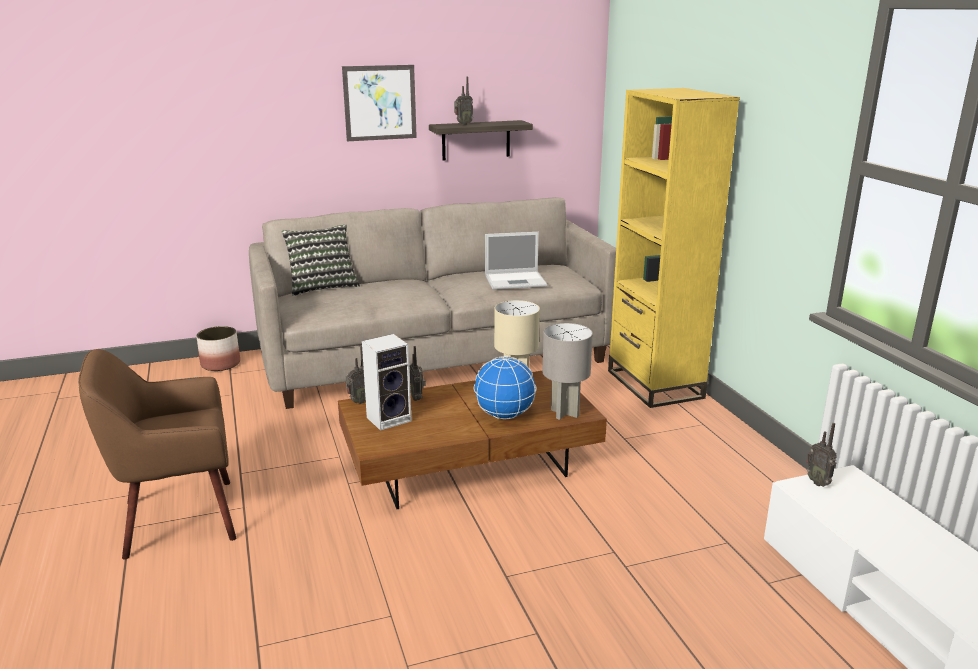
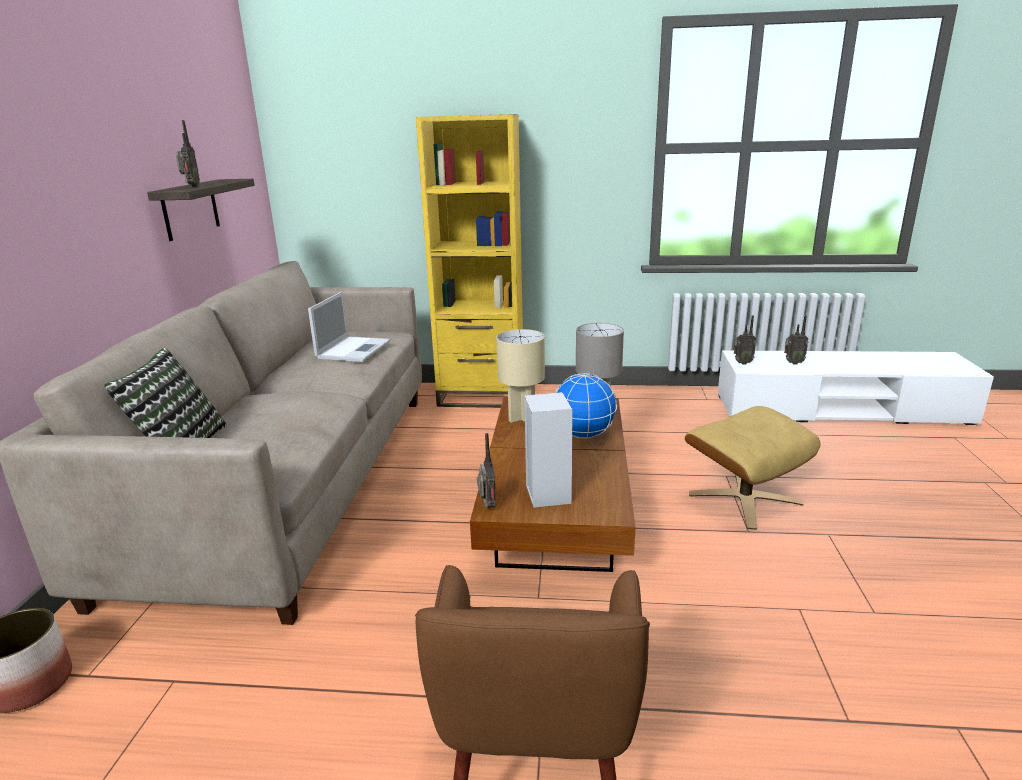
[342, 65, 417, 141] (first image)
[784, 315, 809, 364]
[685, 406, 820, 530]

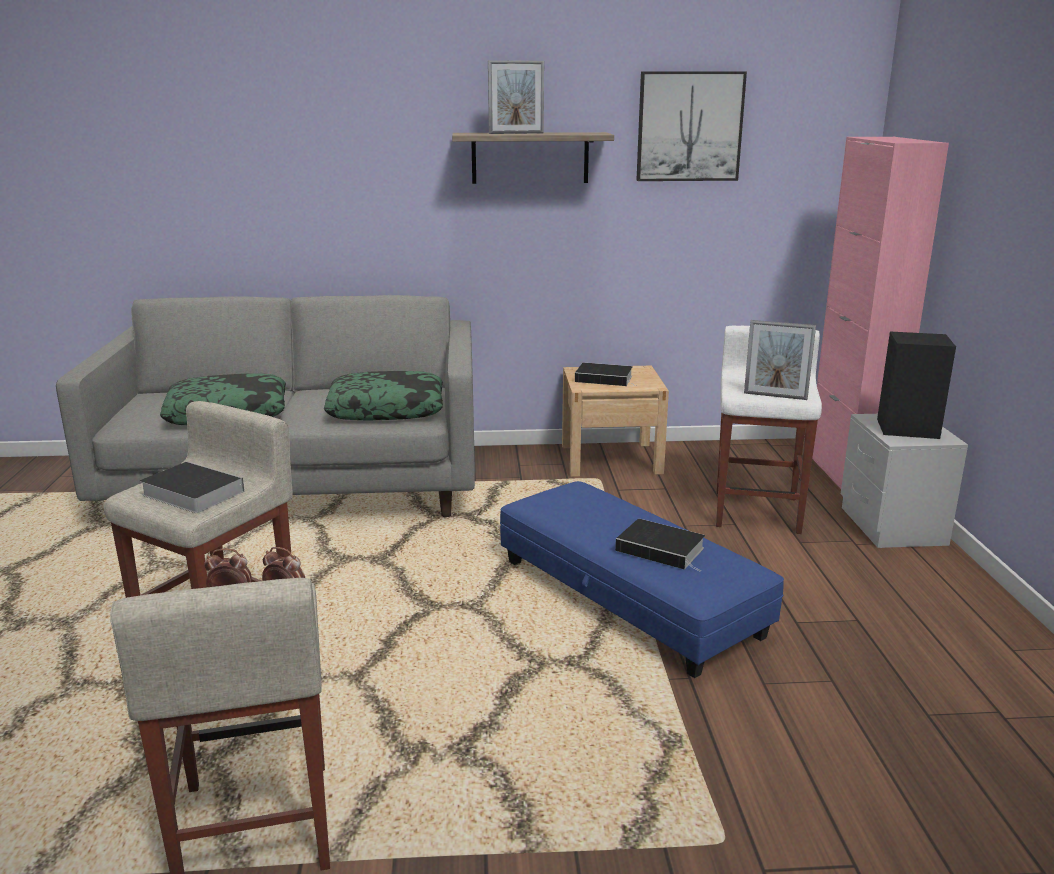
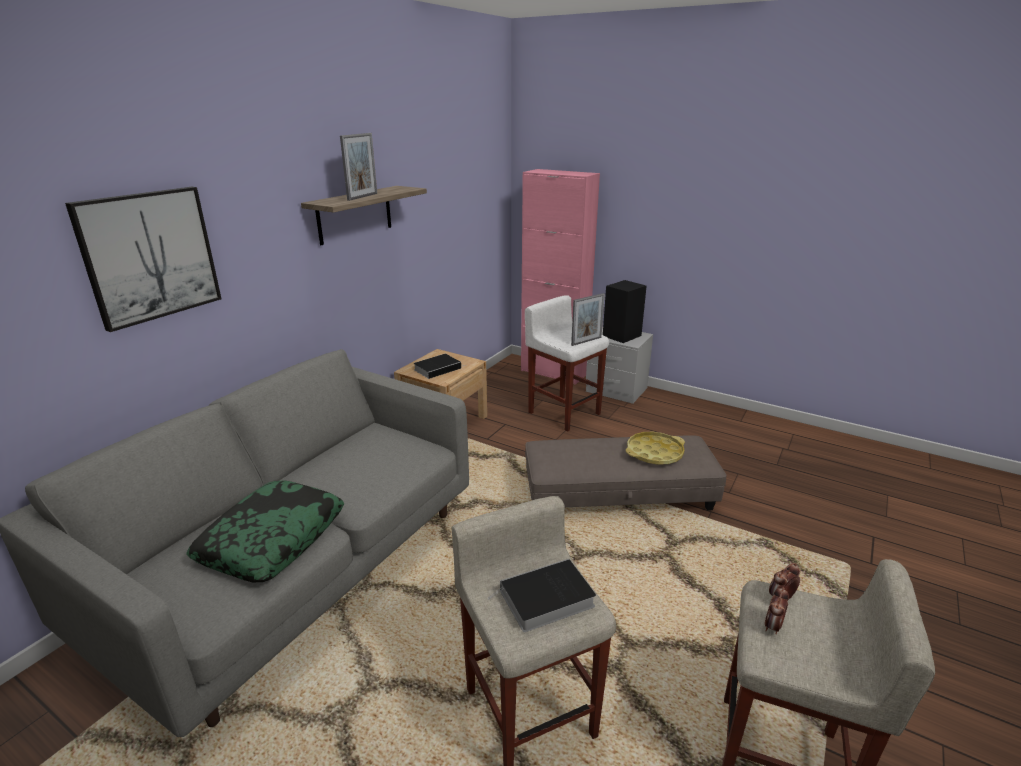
[65, 187, 222, 332]
[324, 371, 443, 421] (first image)
[525, 436, 726, 511]
[626, 432, 685, 465]

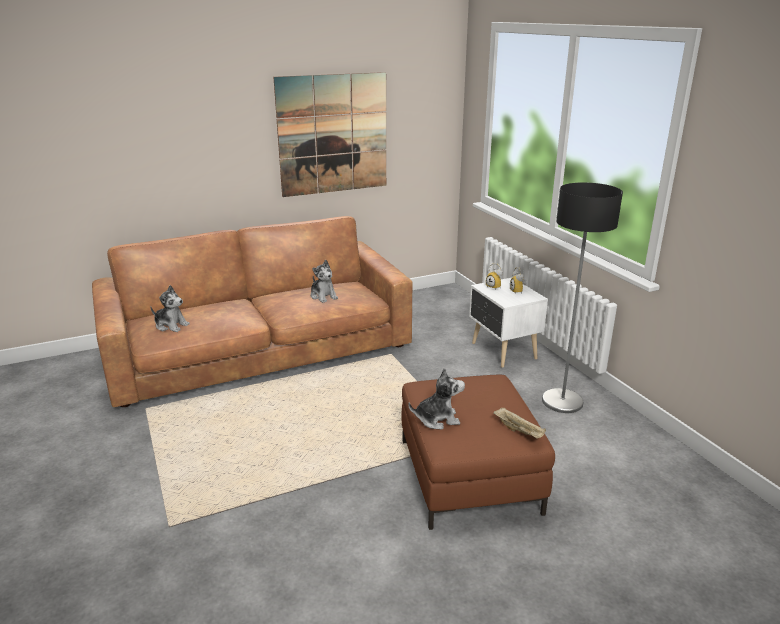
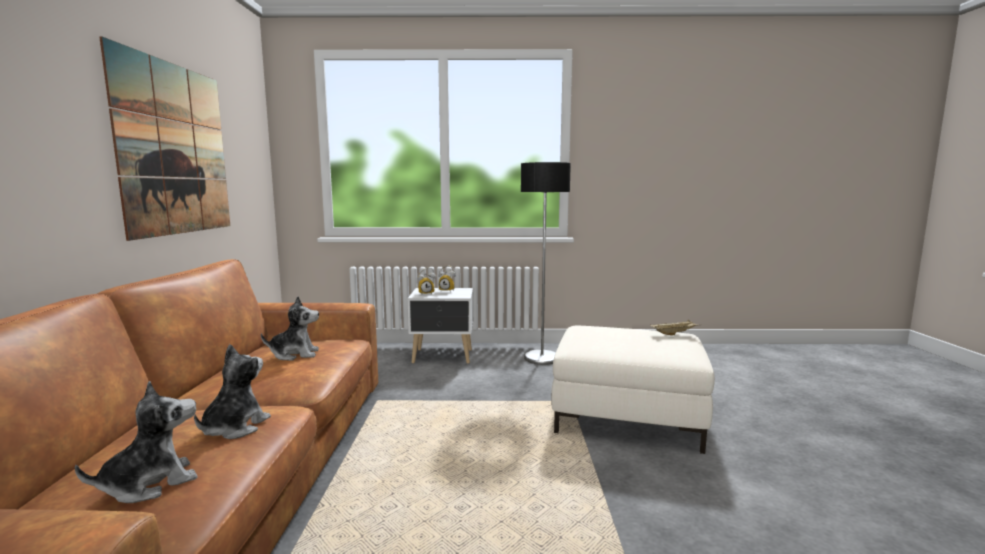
[194, 344, 271, 439]
[551, 326, 715, 454]

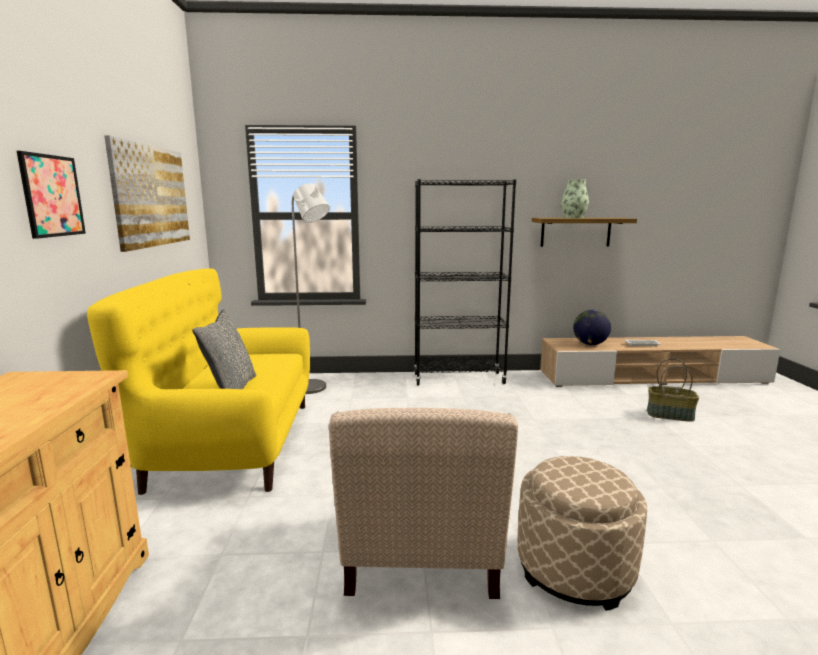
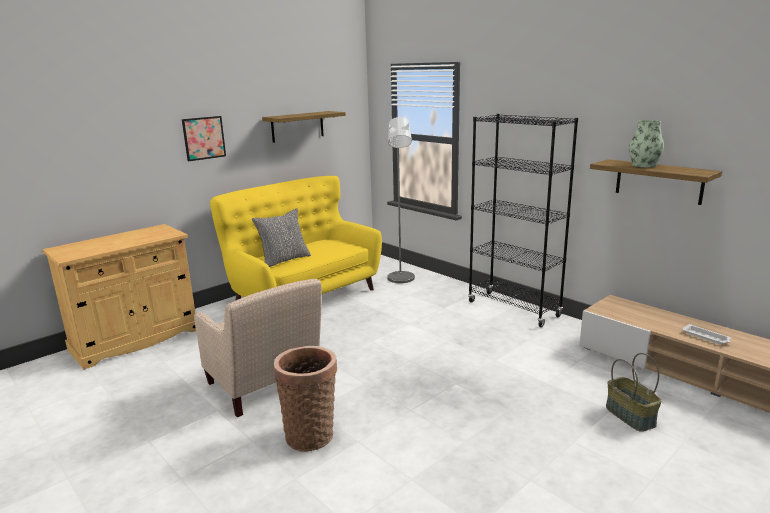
[262, 111, 346, 143]
[573, 310, 611, 345] (first image)
[194, 278, 322, 417]
[274, 346, 337, 452]

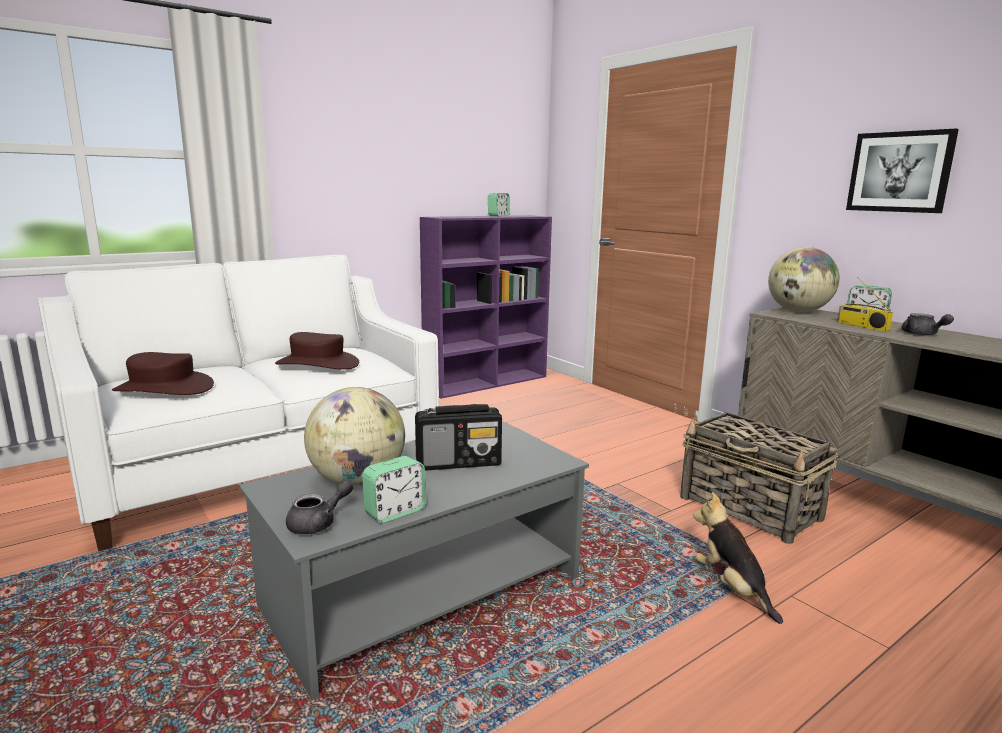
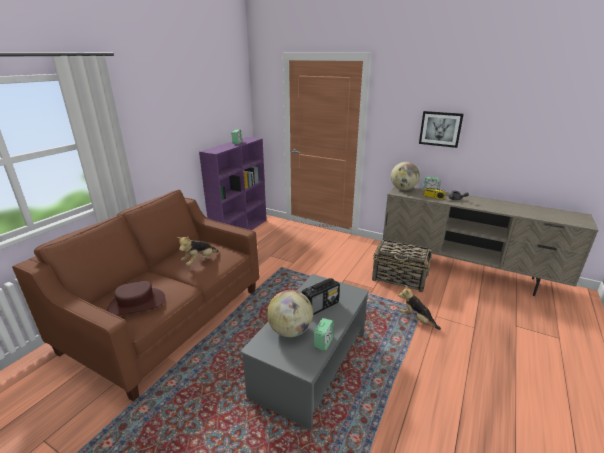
[12, 190, 259, 401]
[177, 237, 219, 266]
[286, 480, 353, 534] (first image)

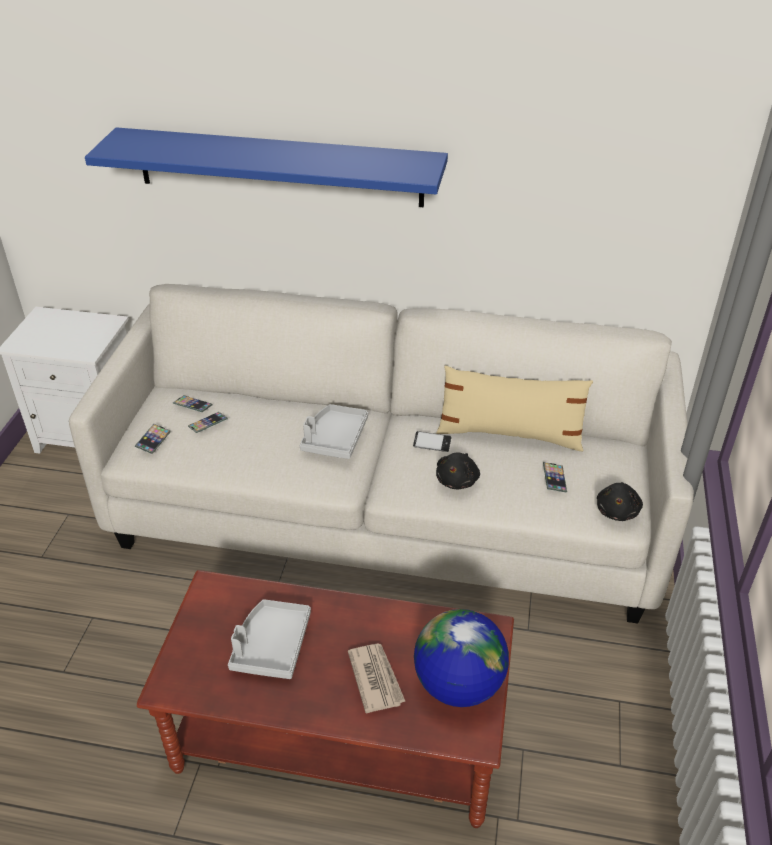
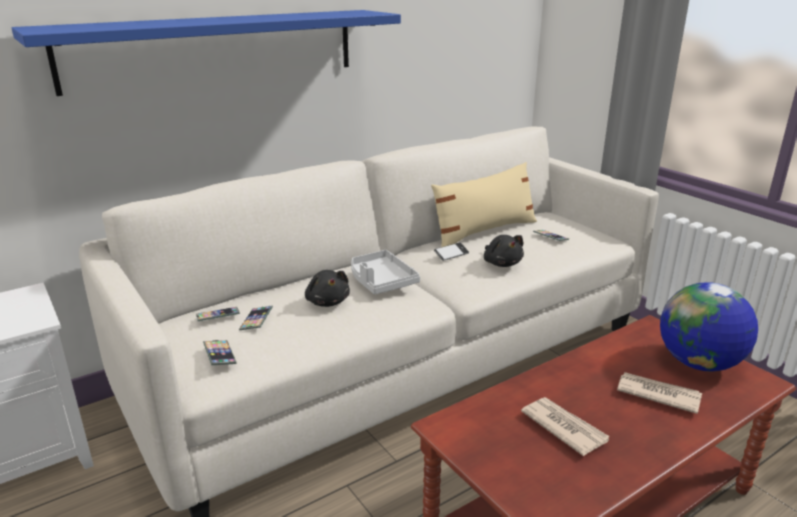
[305, 270, 350, 307]
[521, 397, 610, 456]

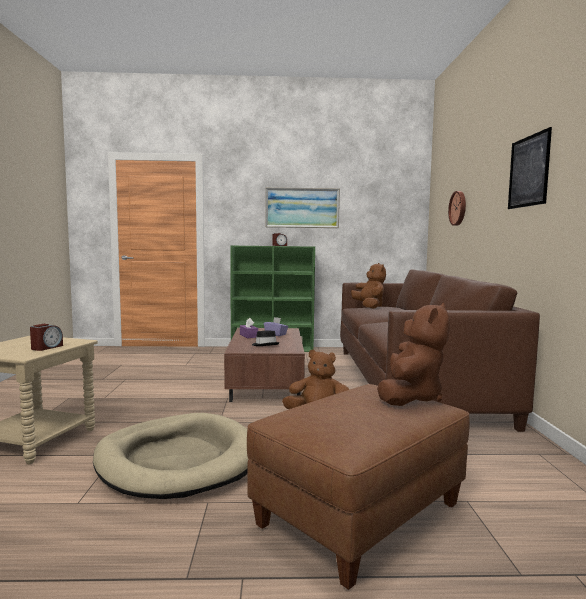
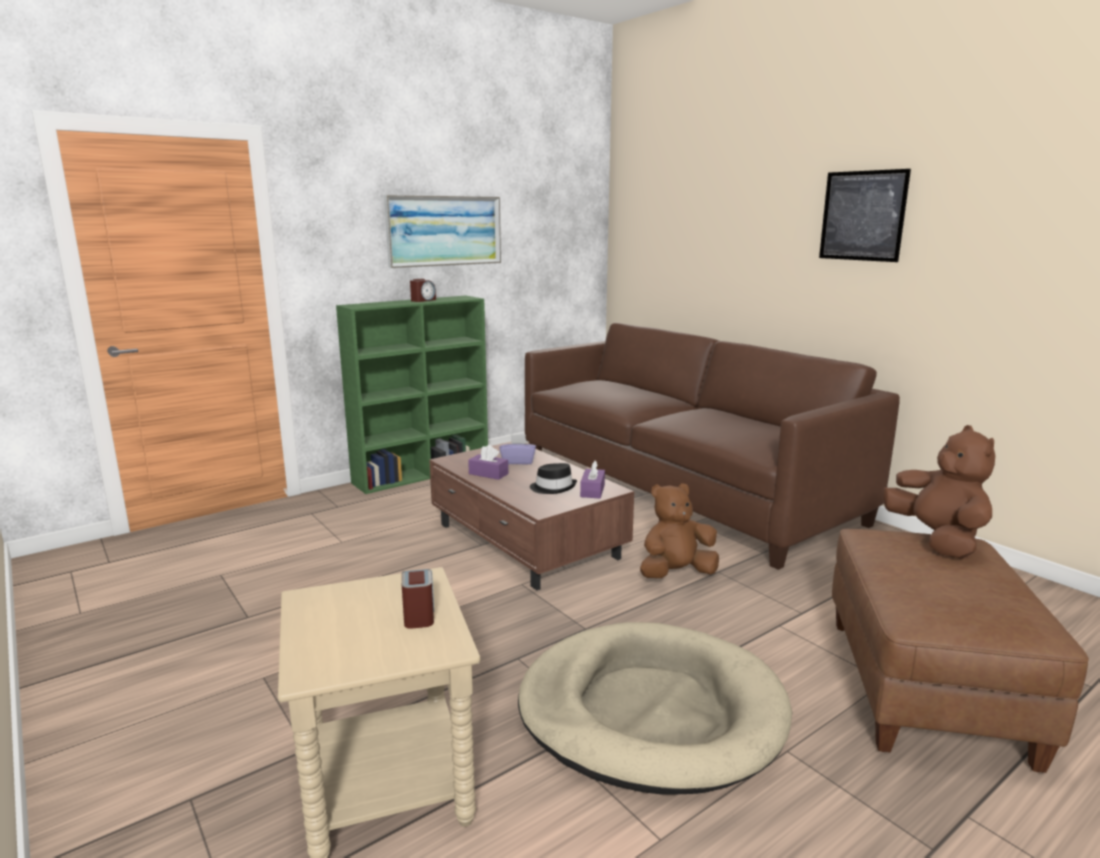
[448, 191, 466, 226] (first image)
[351, 263, 386, 309] (first image)
[580, 461, 605, 499]

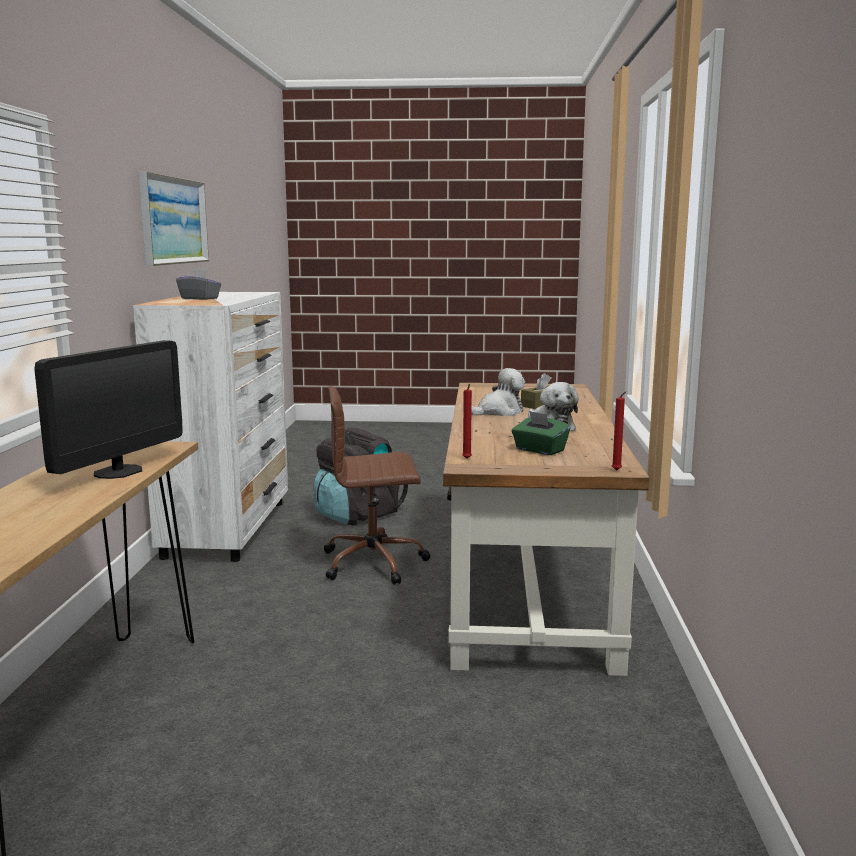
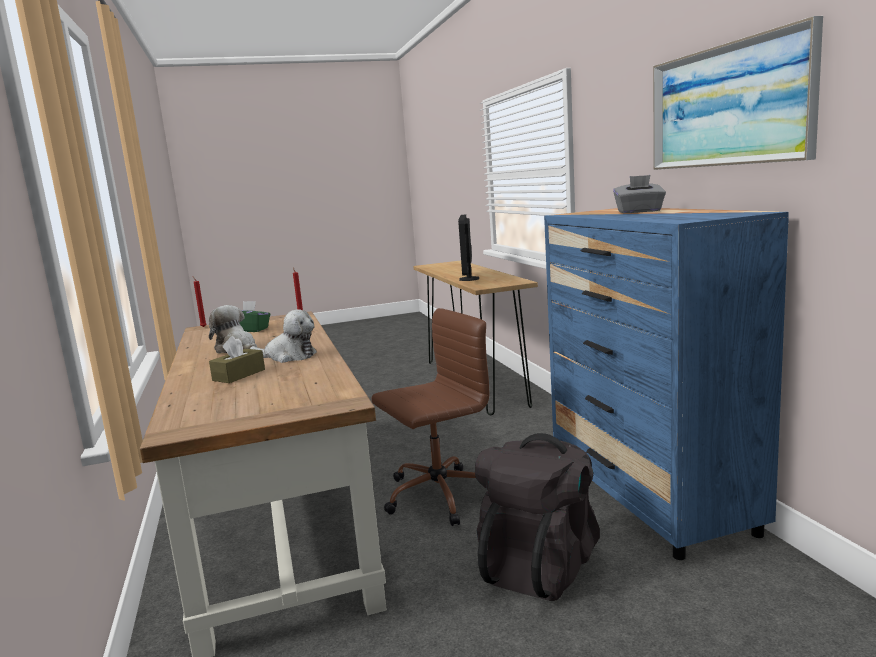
[544, 208, 789, 560]
[250, 309, 317, 363]

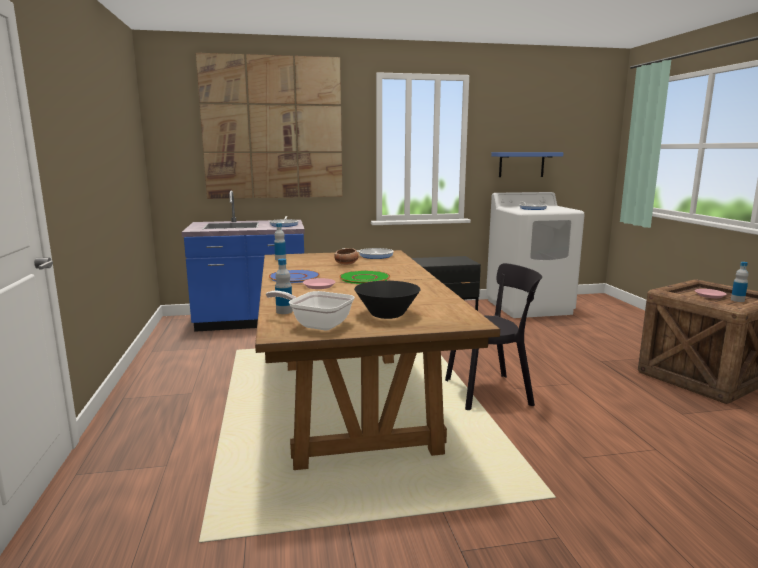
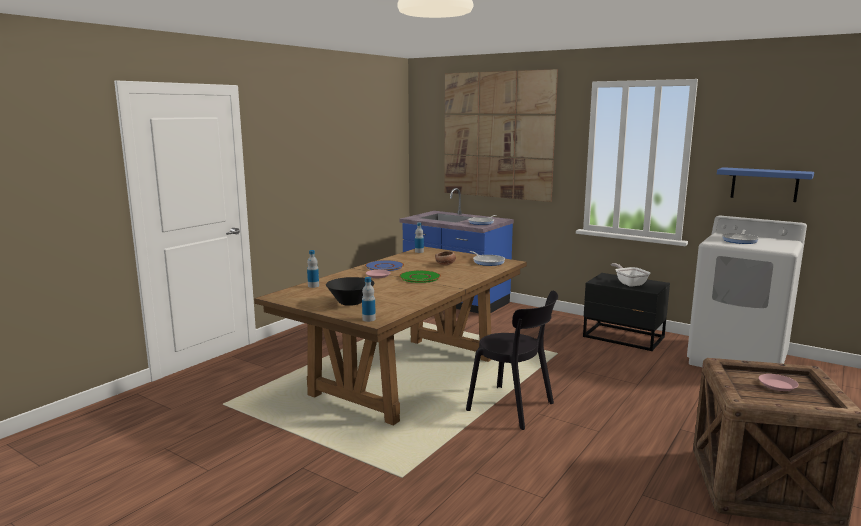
[362, 277, 376, 322]
[611, 263, 650, 287]

